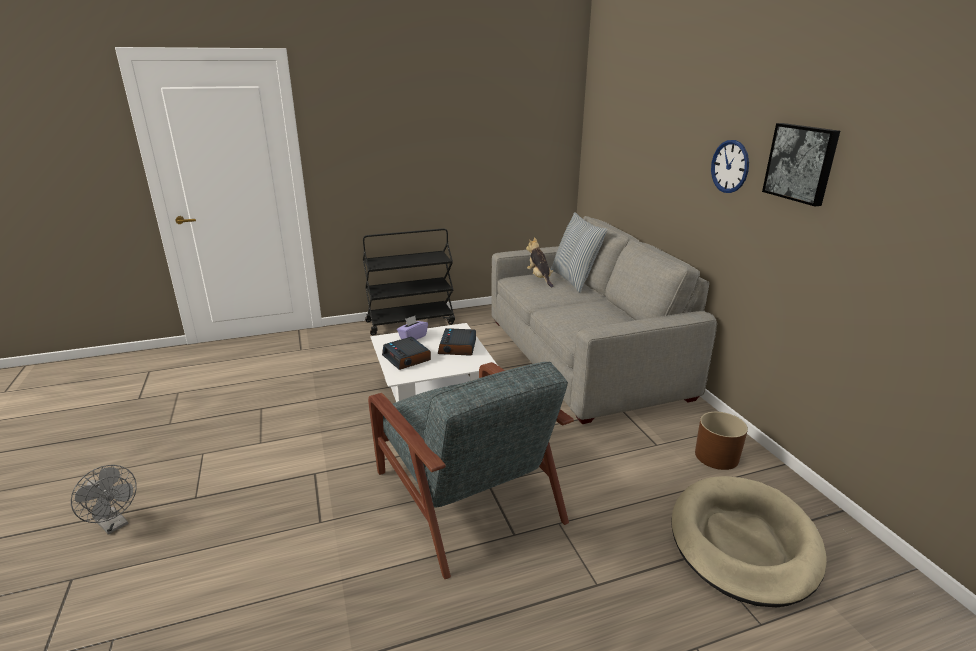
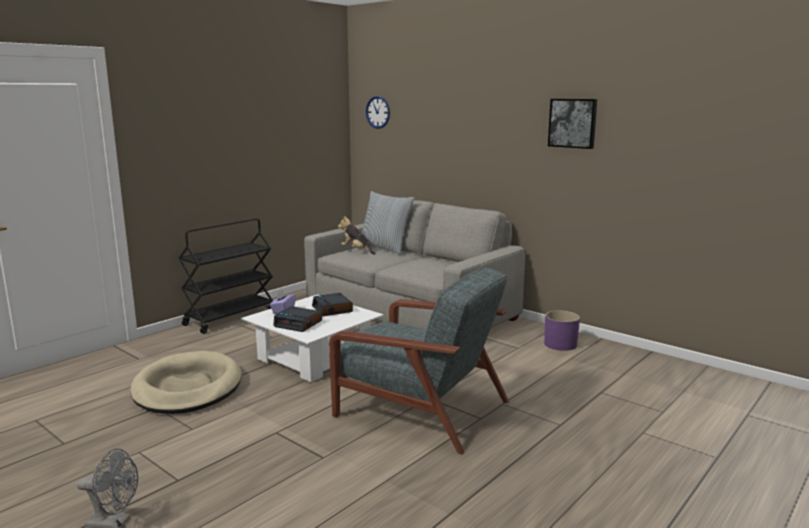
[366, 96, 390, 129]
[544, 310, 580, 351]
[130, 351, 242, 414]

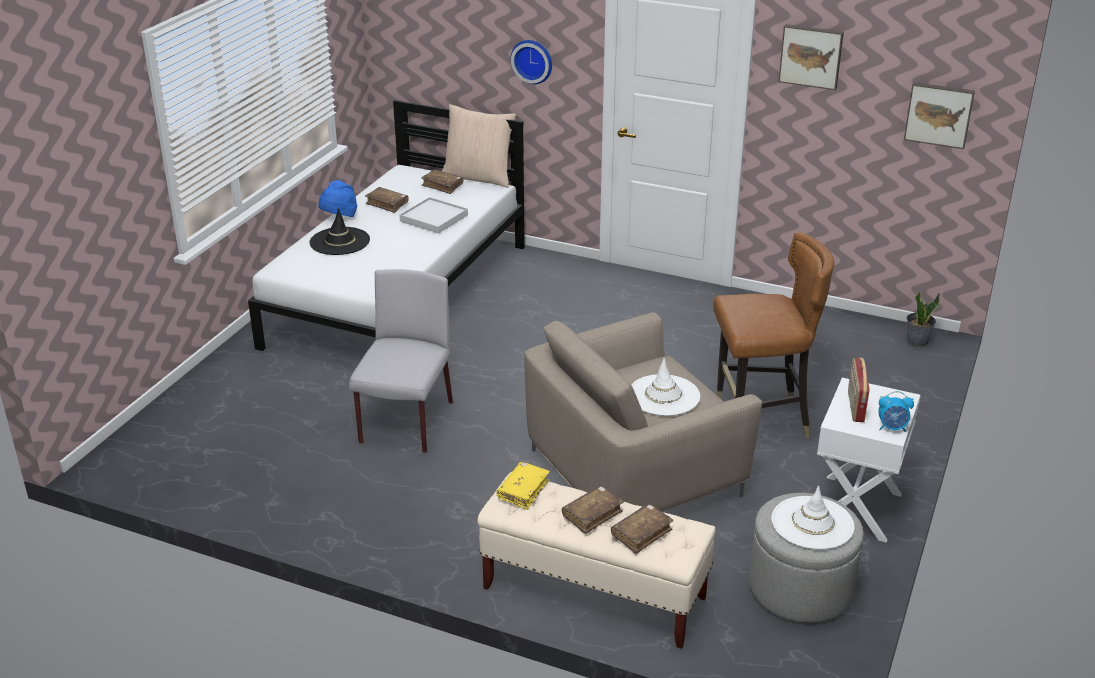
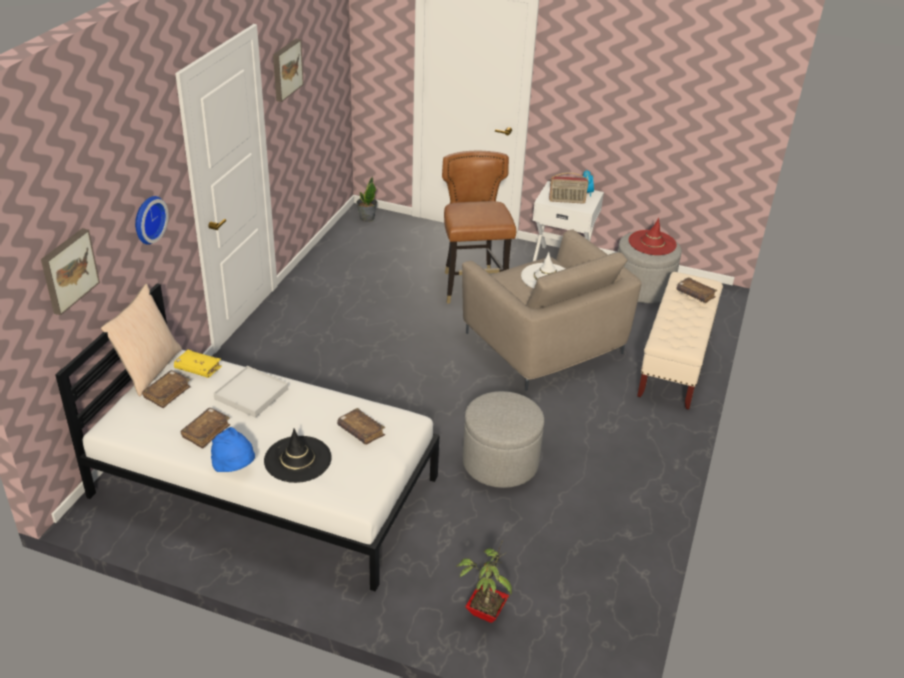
[41, 228, 100, 315]
[462, 391, 544, 488]
[174, 350, 222, 378]
[337, 408, 385, 445]
[629, 218, 677, 255]
[456, 540, 512, 623]

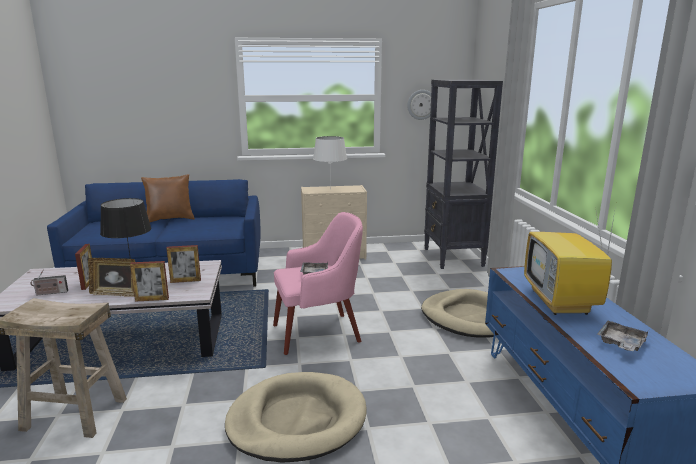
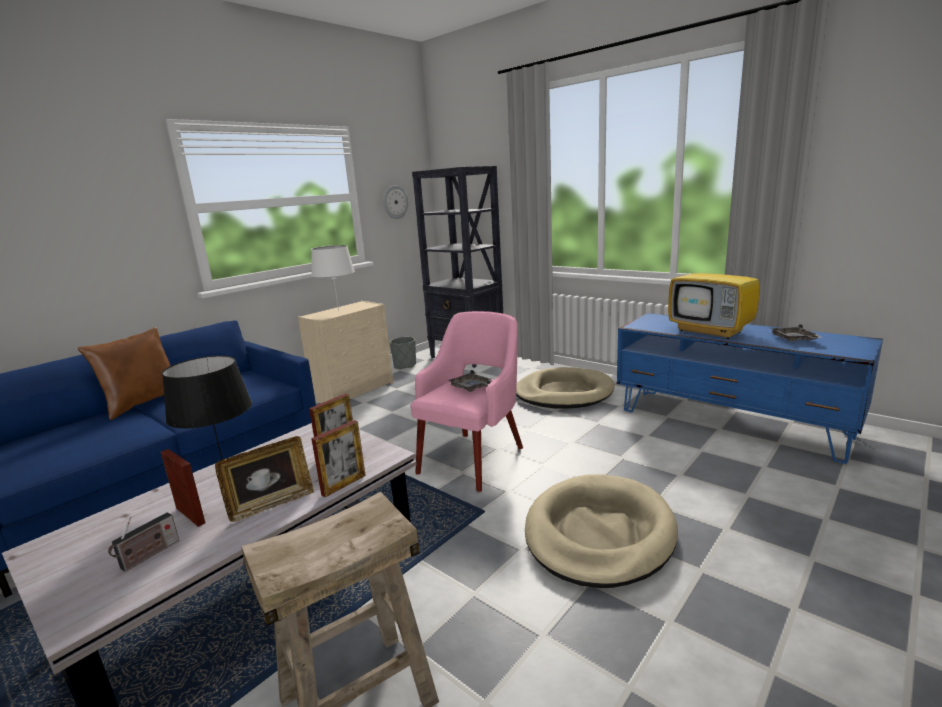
[390, 337, 416, 369]

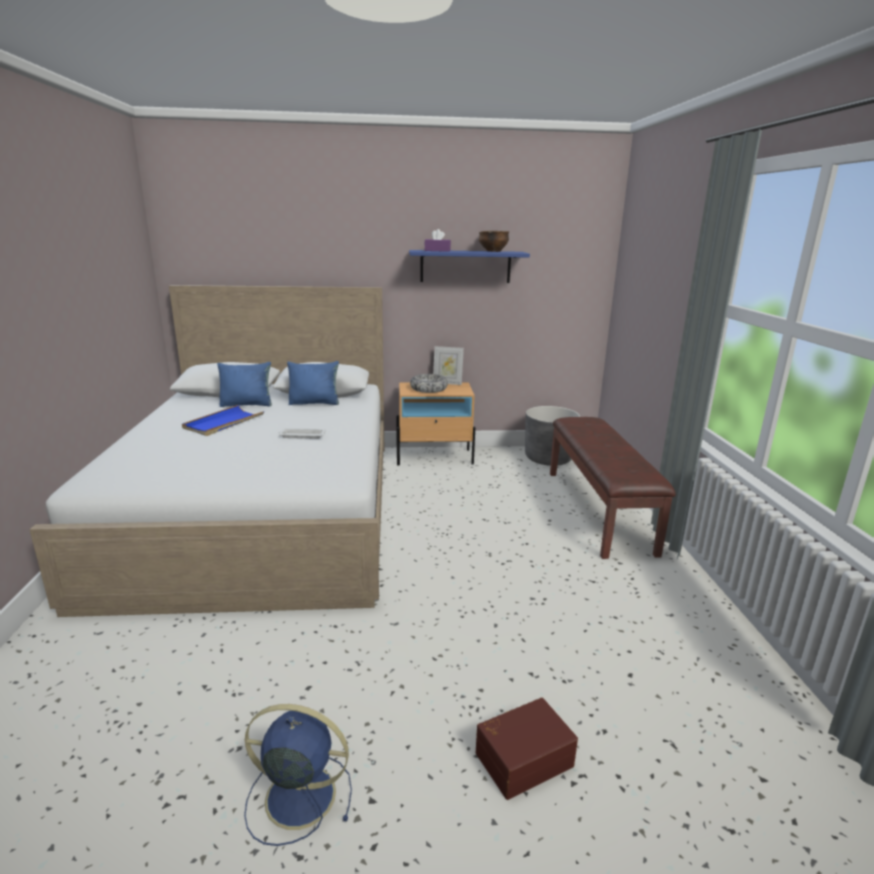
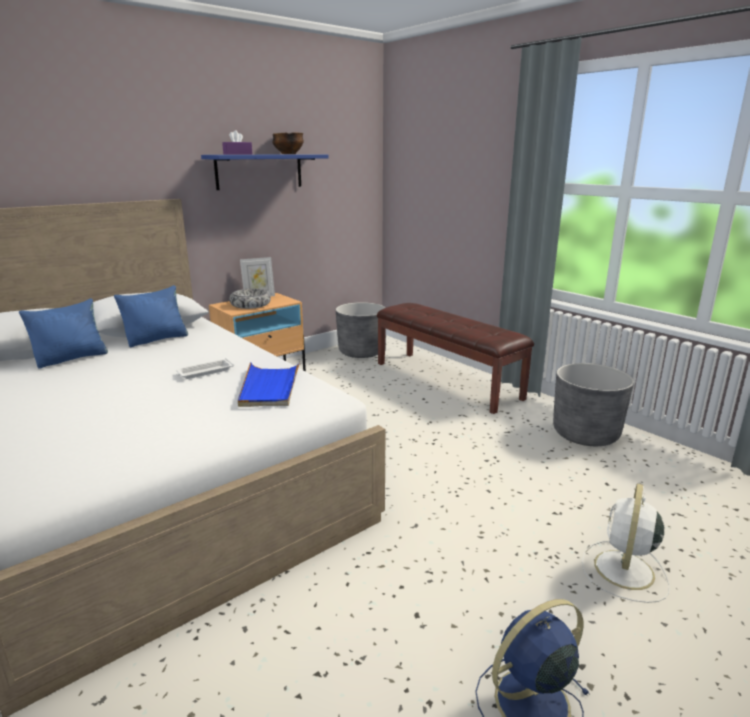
[238, 362, 300, 407]
[582, 483, 670, 603]
[553, 363, 634, 446]

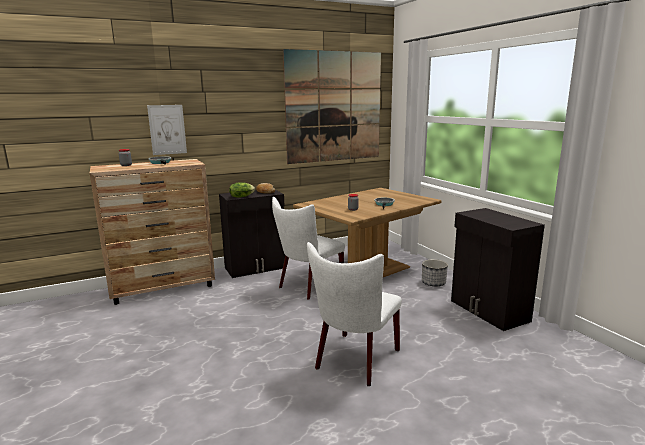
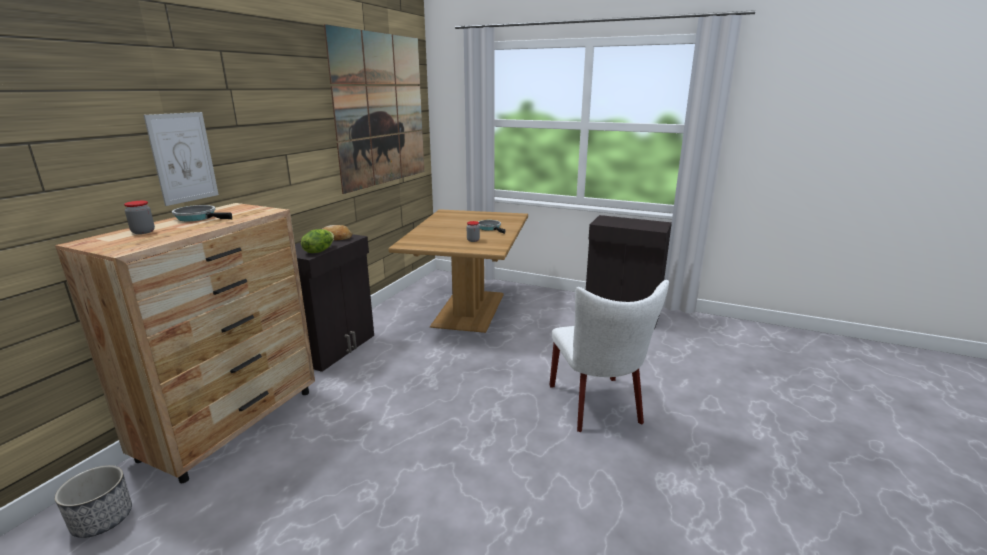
[272, 197, 345, 299] (first image)
[55, 465, 132, 538]

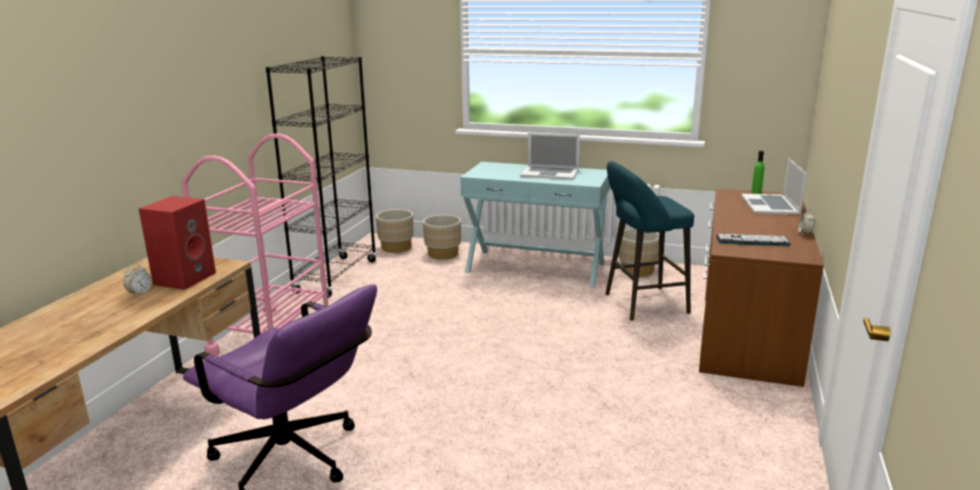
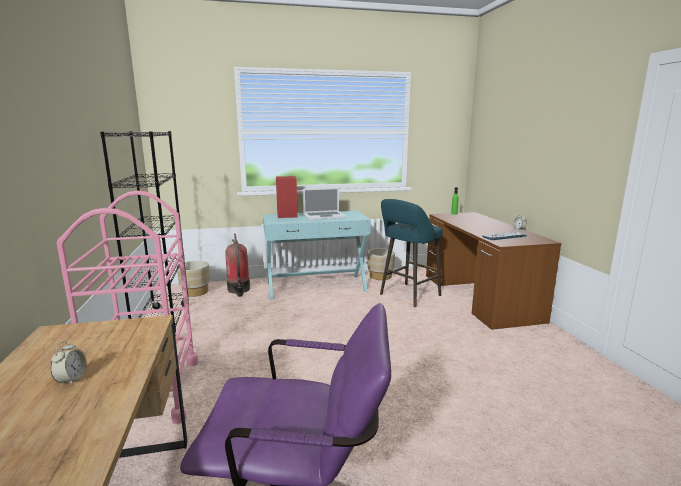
[741, 158, 807, 214] (first image)
[276, 176, 298, 218]
[225, 234, 250, 297]

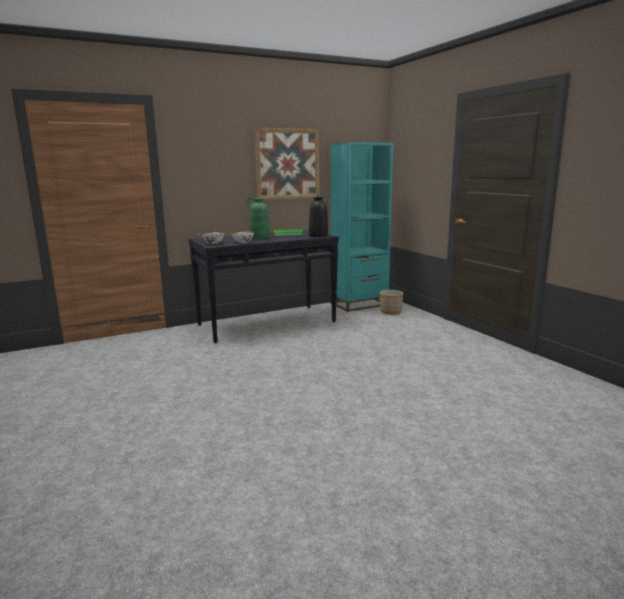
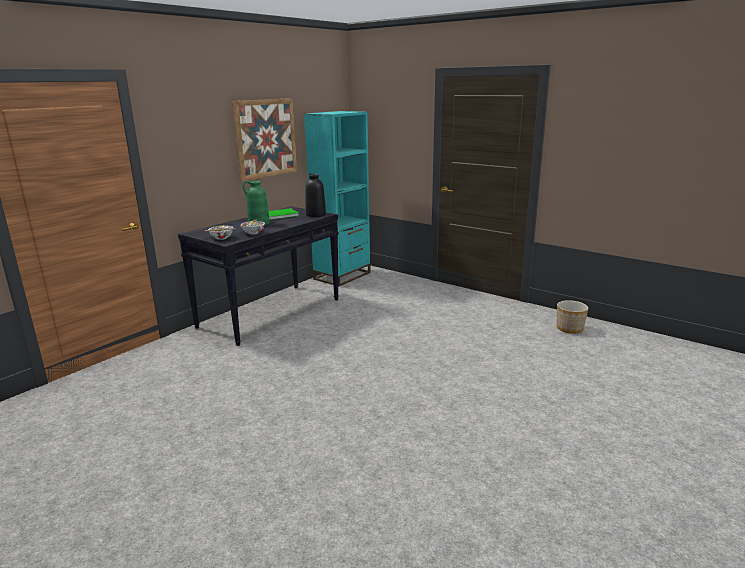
[556, 300, 588, 334]

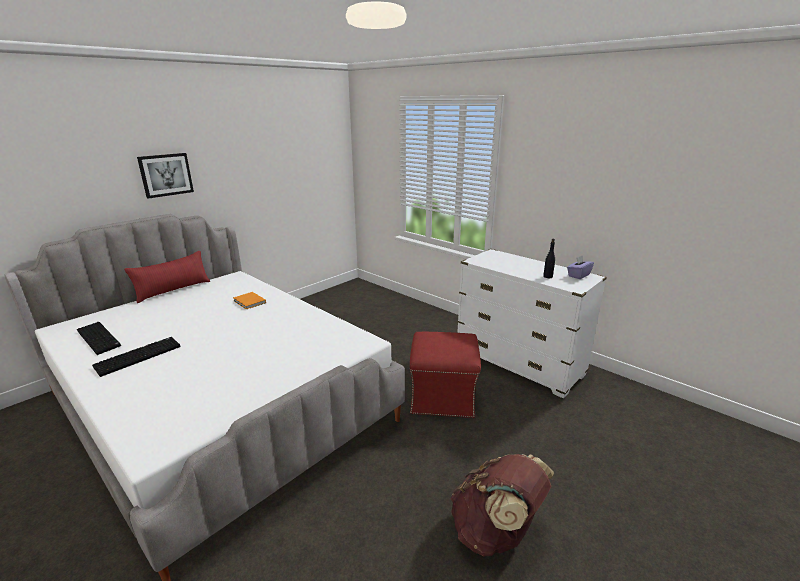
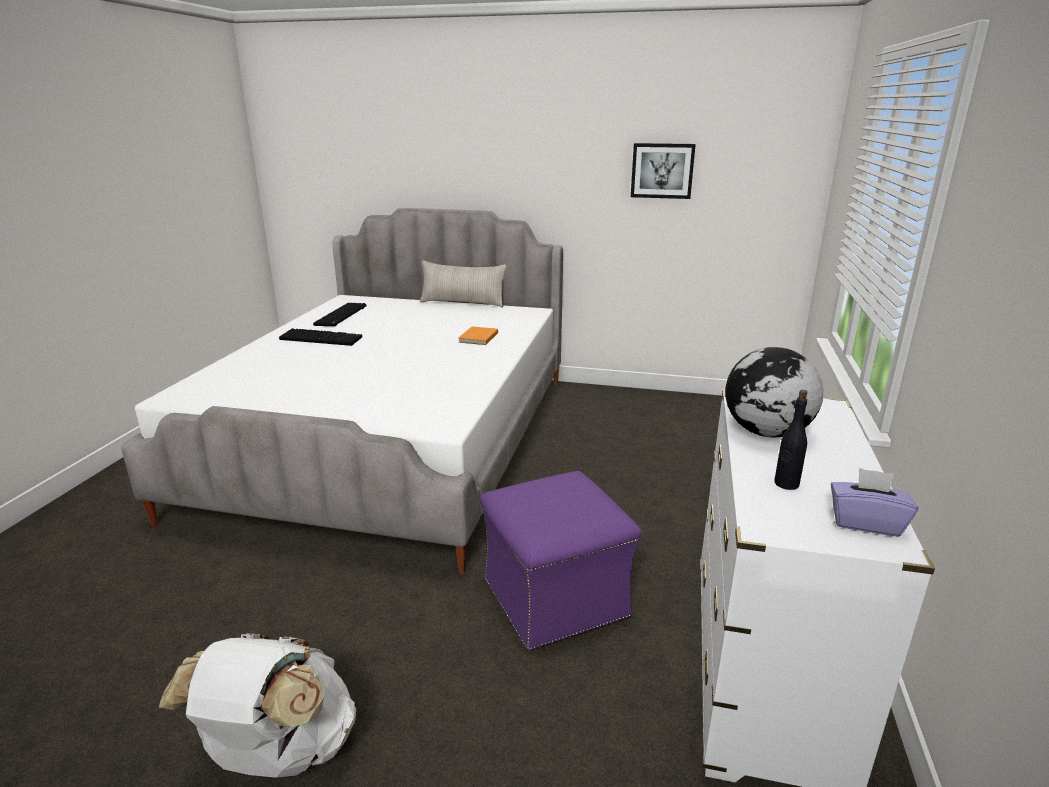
[631, 143, 696, 199]
[420, 260, 506, 307]
[480, 471, 641, 651]
[159, 633, 357, 778]
[725, 347, 823, 437]

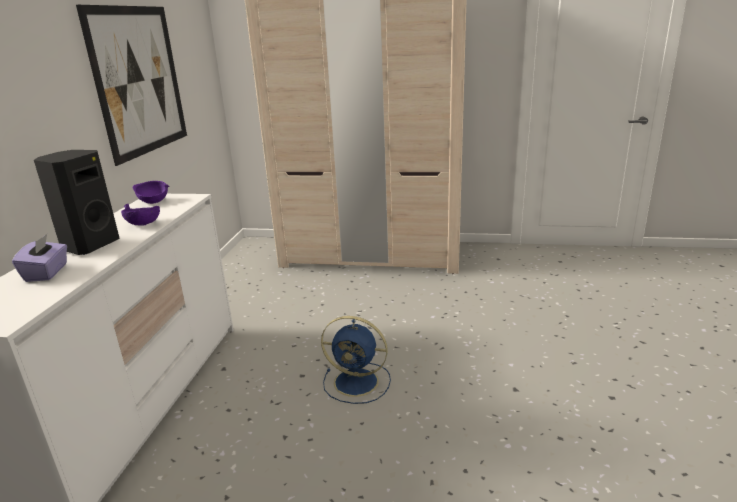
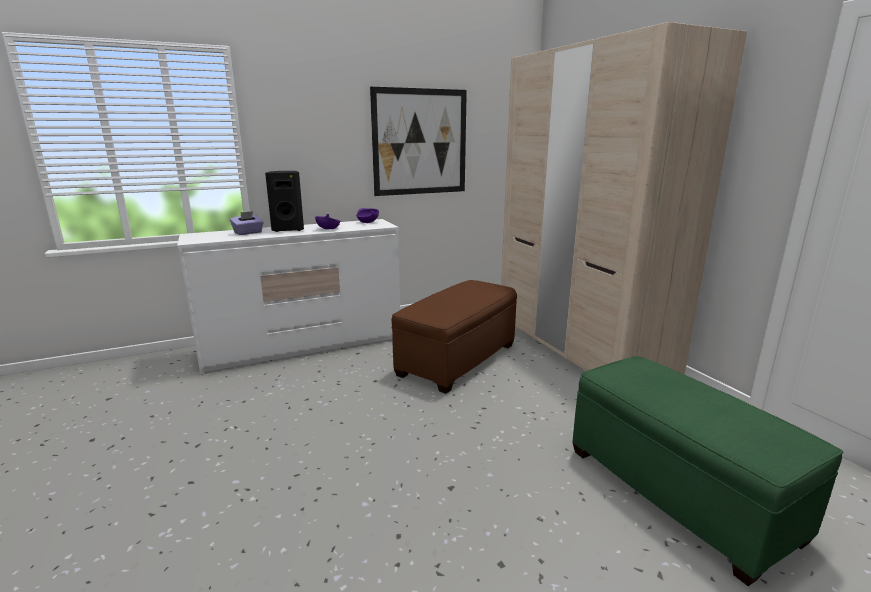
[321, 316, 391, 404] (first image)
[391, 280, 517, 394]
[572, 356, 844, 586]

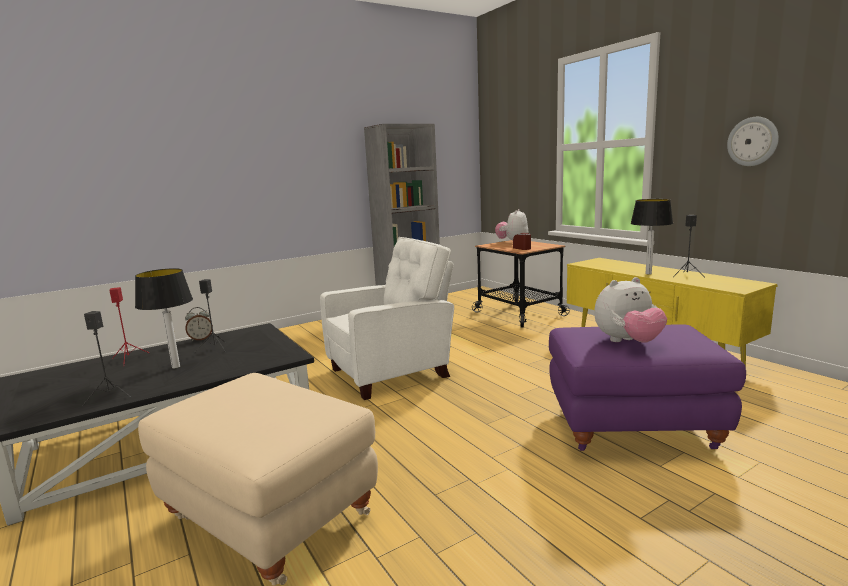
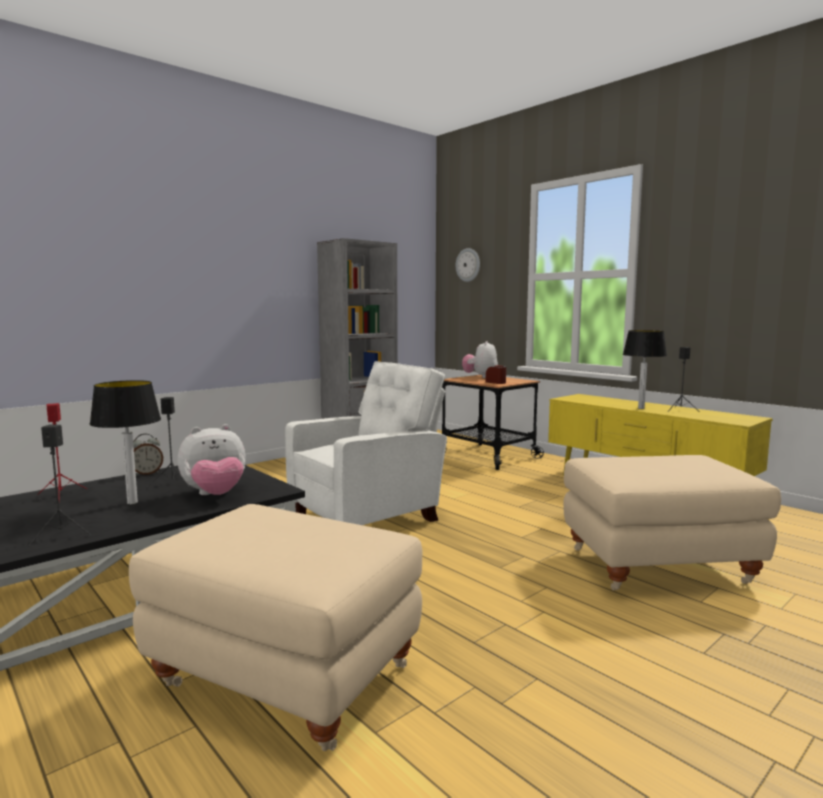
[456, 248, 480, 282]
[177, 424, 246, 495]
[563, 455, 781, 590]

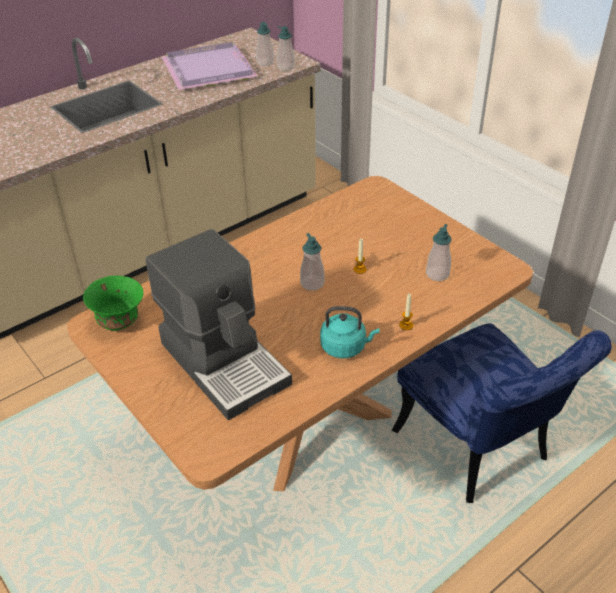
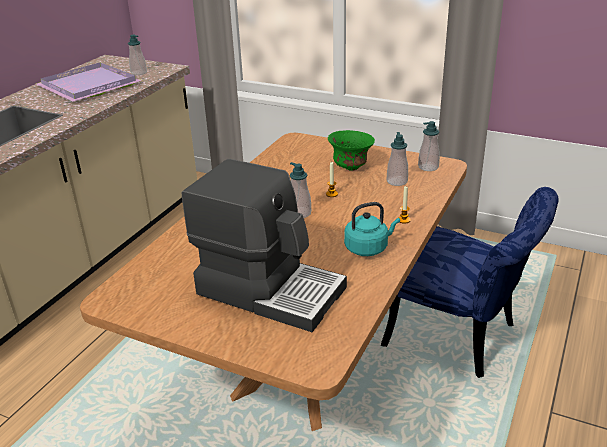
[418, 121, 440, 171]
[328, 130, 375, 171]

